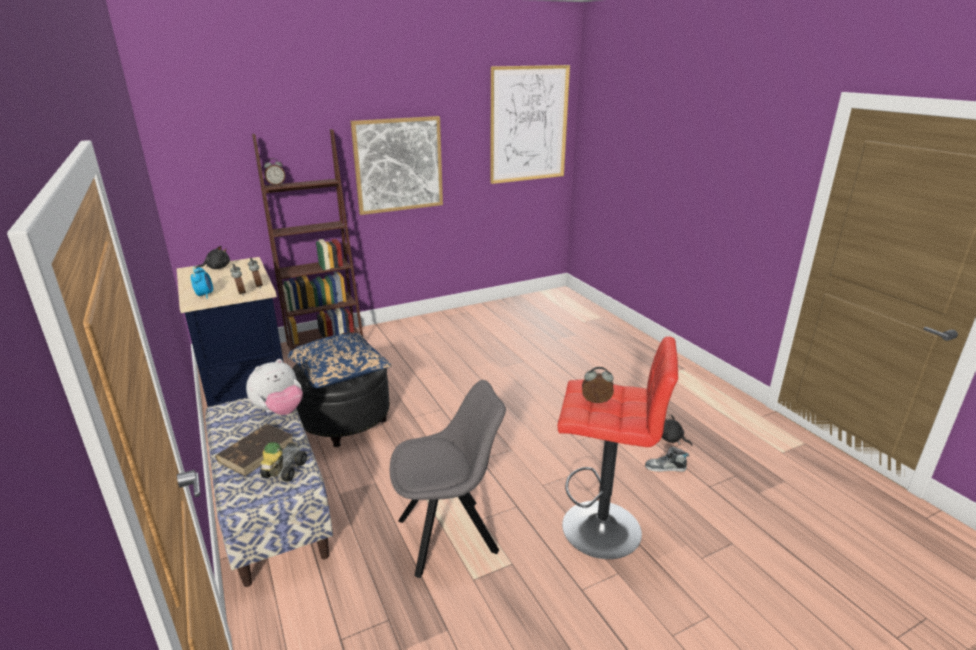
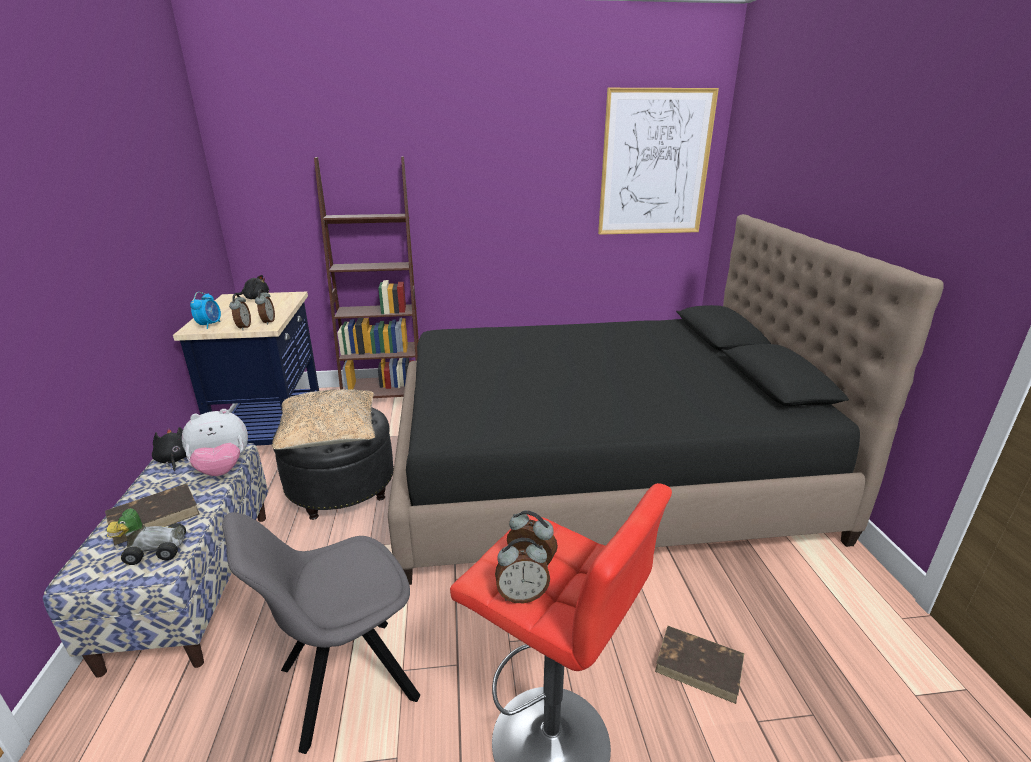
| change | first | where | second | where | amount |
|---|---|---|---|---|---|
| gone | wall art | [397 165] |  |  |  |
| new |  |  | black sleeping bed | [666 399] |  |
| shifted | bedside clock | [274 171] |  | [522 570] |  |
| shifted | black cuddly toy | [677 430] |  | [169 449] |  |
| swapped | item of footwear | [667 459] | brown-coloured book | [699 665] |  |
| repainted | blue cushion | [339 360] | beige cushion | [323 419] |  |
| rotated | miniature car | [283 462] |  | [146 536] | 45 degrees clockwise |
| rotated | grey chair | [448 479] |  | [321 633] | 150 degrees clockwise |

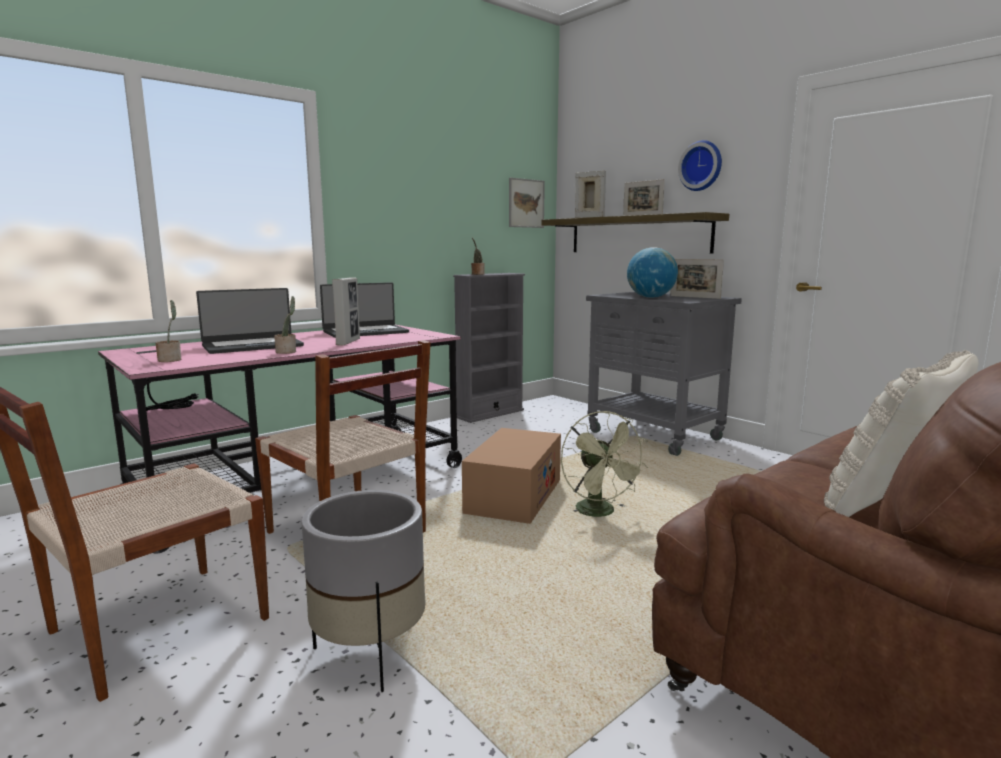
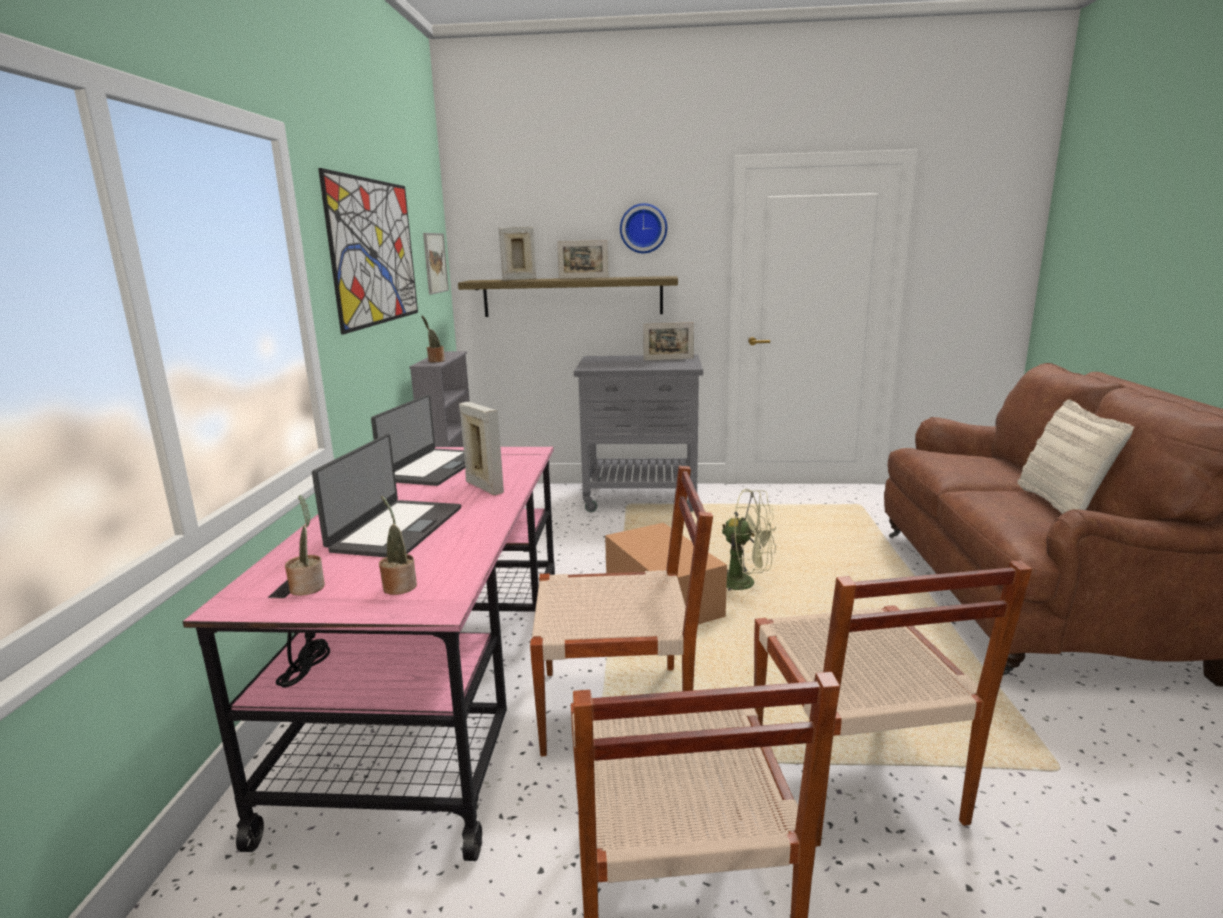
| change | first | where | second | where | amount |
|---|---|---|---|---|---|
| gone | globe | [652 272] |  |  |  |
| new |  |  | wall art | [368 251] |  |
| shifted | plant in a pot | [285 325] |  | [305 545] |  |
| swapped | grey planter | [363 591] | chair | [893 704] |  |

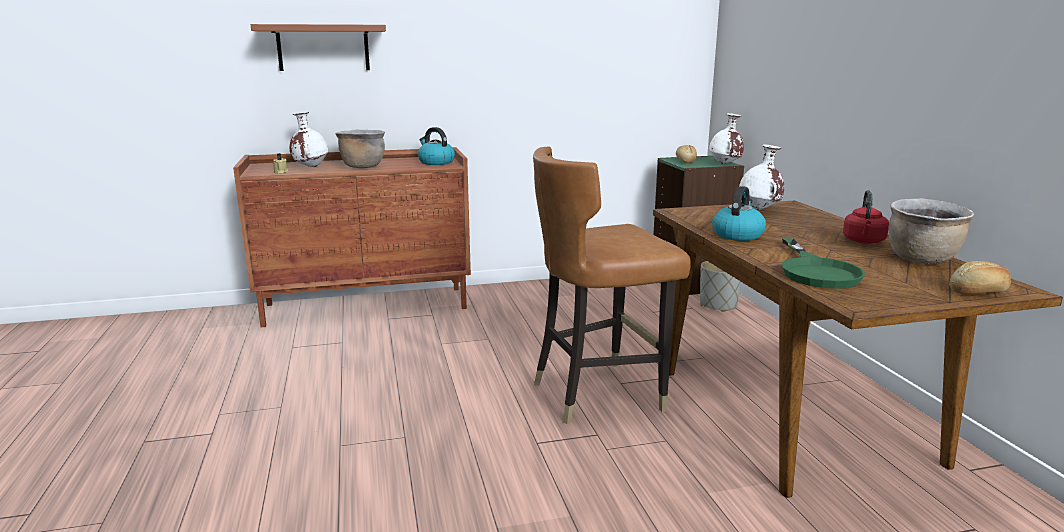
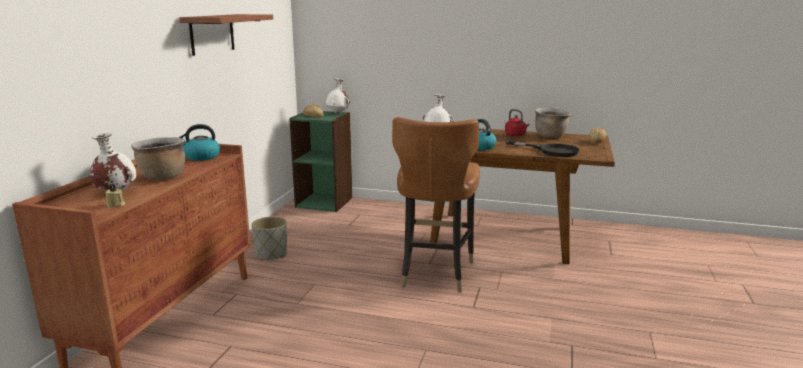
| change | first | where | second | where | amount |
|---|---|---|---|---|---|
| shifted | brown-coloured bracket shelf | [318 47] |  | [226 35] |  |
| shifted | grey planter | [720 286] |  | [269 239] |  |
| repainted | green frying pan | [823 263] | black frying pan | [543 149] |  |

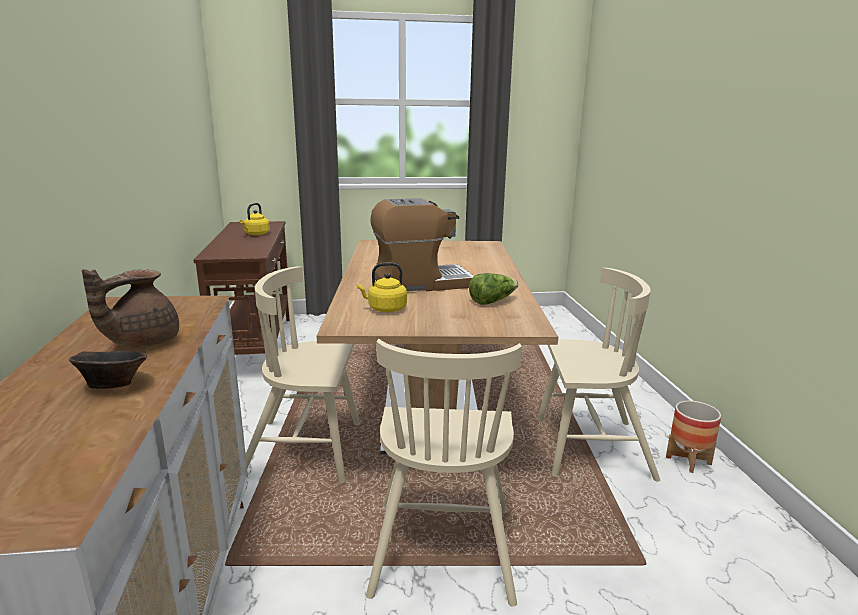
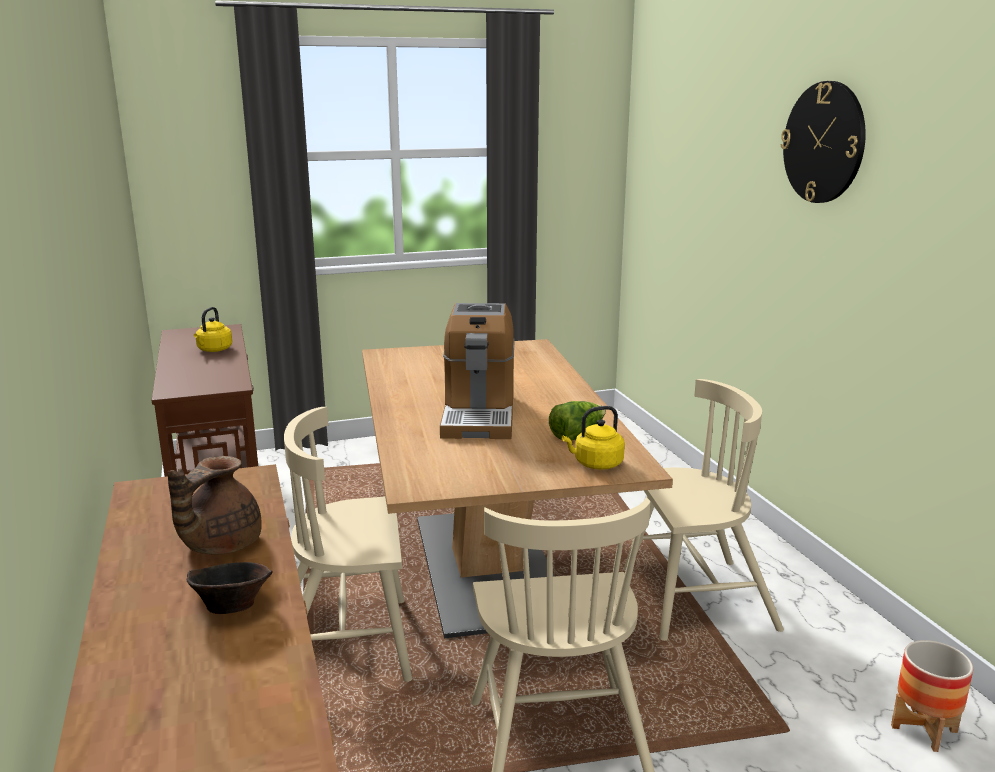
| change | first | where | second | where | amount |
|---|---|---|---|---|---|
| new |  |  | hanging clock | [823 142] |  |
| shifted | yellowish kettle | [382 287] |  | [593 438] |  |
| shifted | planter | [693 437] |  | [932 696] |  |
| rotated | coffee maker | [422 244] |  | [477 371] | 120 degrees clockwise |

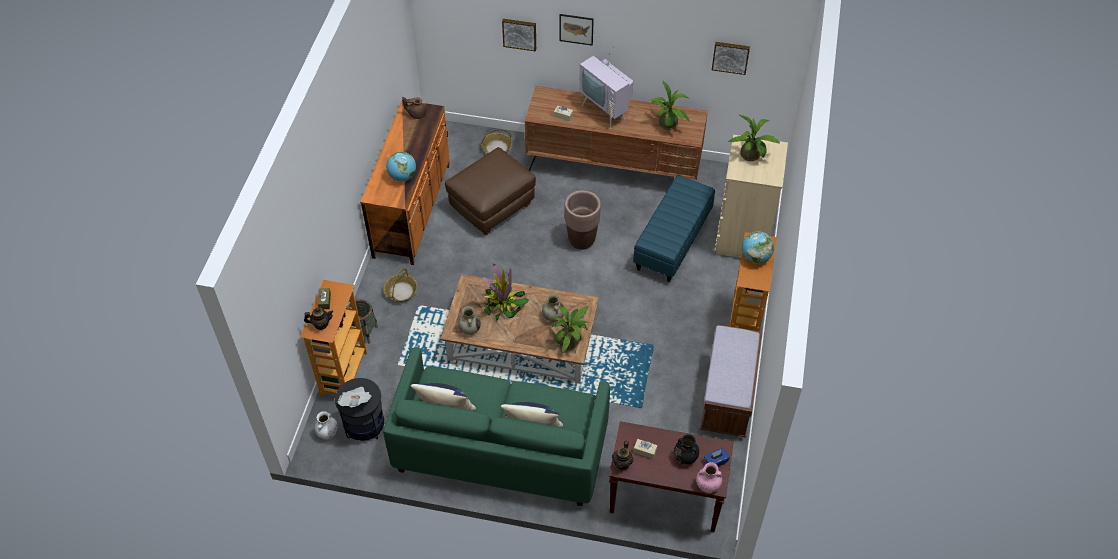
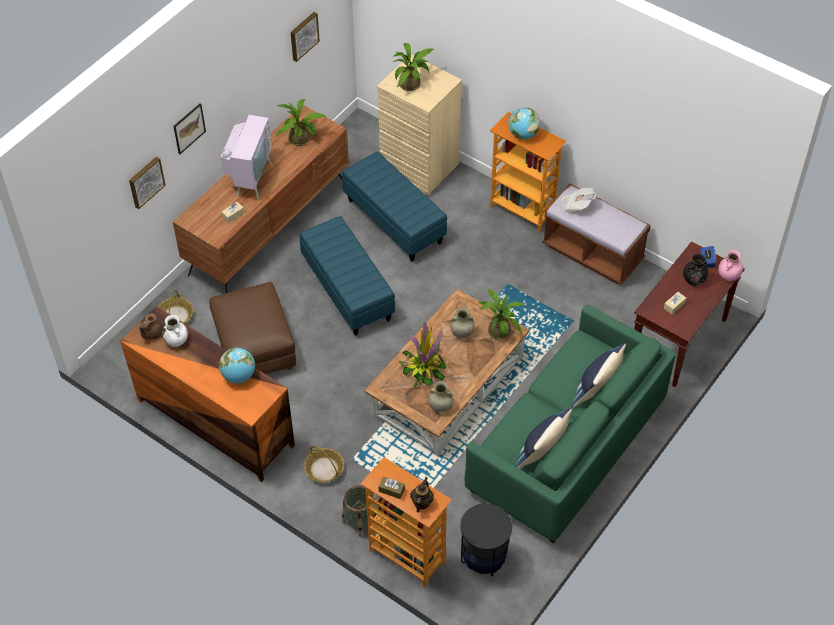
| change | first | where | second | where | amount |
|---|---|---|---|---|---|
| gone | pot for tea | [622 455] |  |  |  |
| shifted | whitish decorative vase | [326 425] |  | [175 331] |  |
| shifted | printed paper | [355 397] |  | [579 199] |  |
| swapped | brown-coloured planter | [583 219] | blue ottoman | [347 276] |  |
| rotated | TV set | [606 84] |  | [246 157] | 60 degrees counterclockwise |

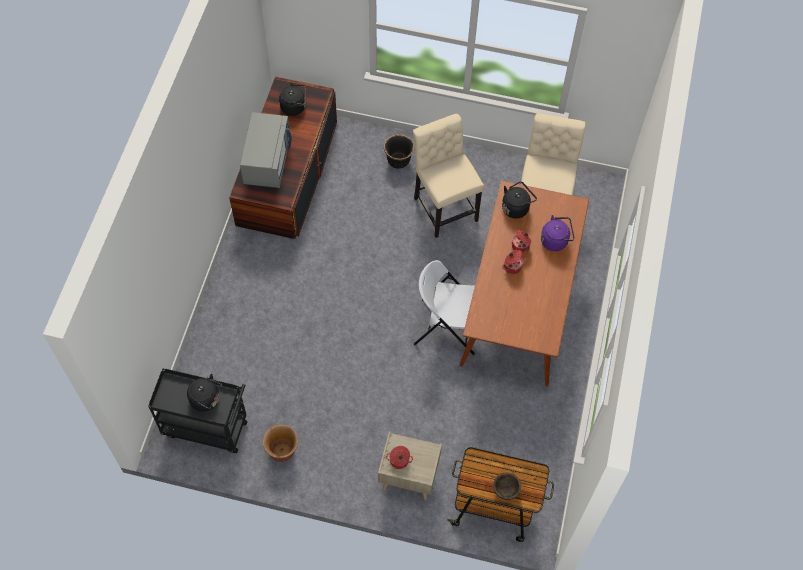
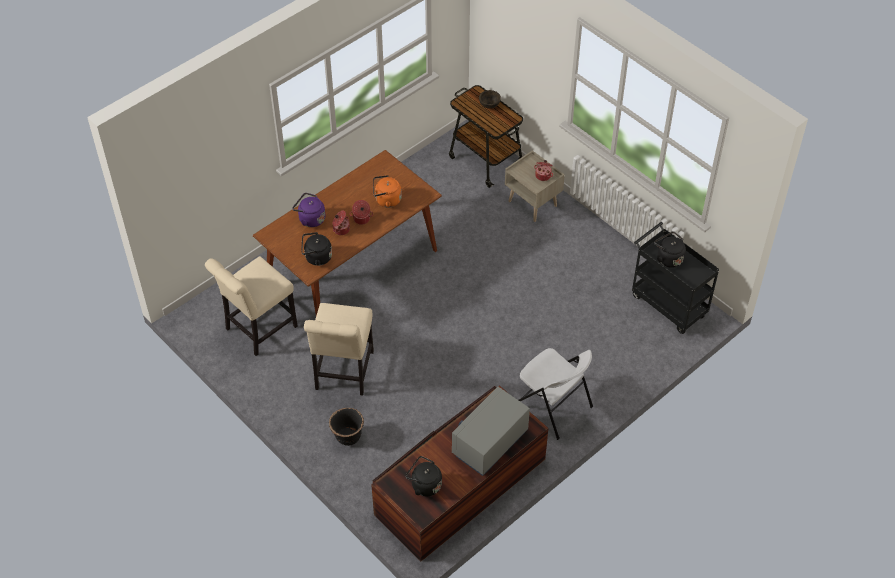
| change | first | where | second | where | amount |
|---|---|---|---|---|---|
| gone | brown-coloured planter | [280 443] |  |  |  |
| new |  |  | orange-coloured kettle | [387 191] |  |
| shifted | whitish chair | [444 307] |  | [556 394] |  |

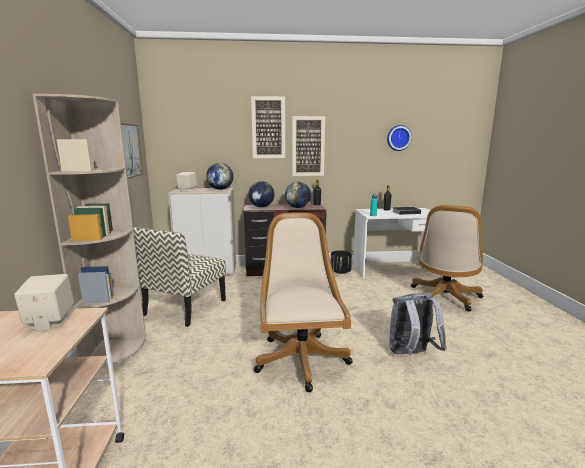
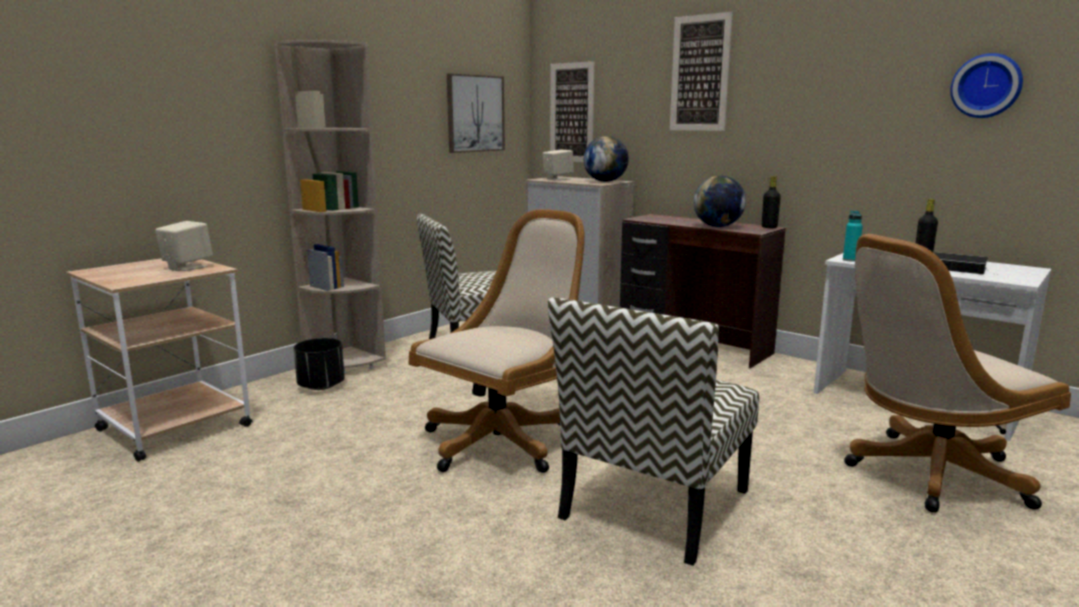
| change | first | where | second | where | amount |
|---|---|---|---|---|---|
| gone | globe | [261 194] |  |  |  |
| shifted | wall art | [308 146] |  | [572 111] |  |
| shifted | black planter | [341 262] |  | [319 364] |  |
| swapped | grey rucksack | [418 324] | chair | [653 432] |  |

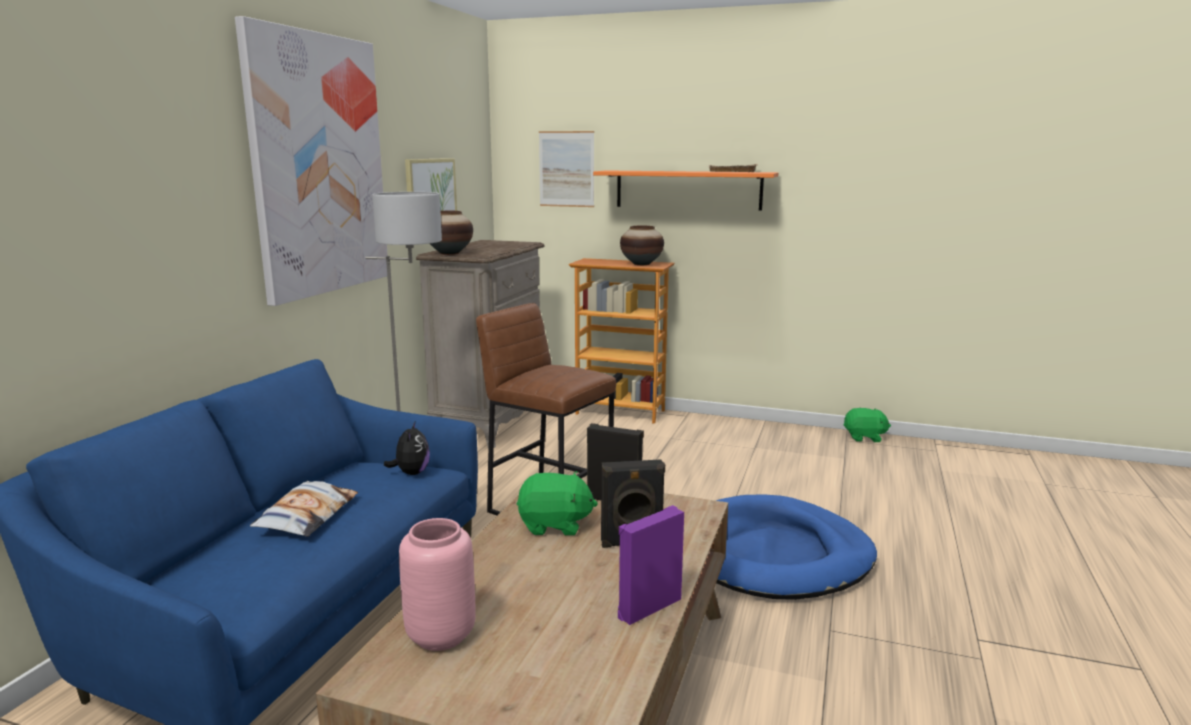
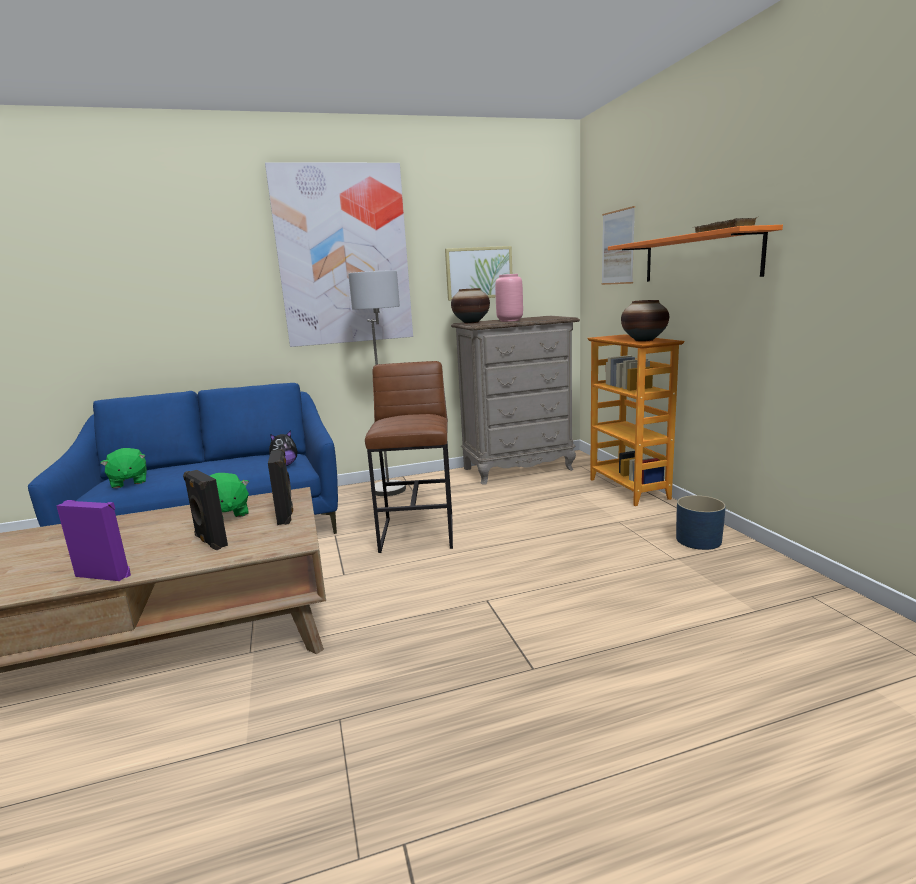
| change | first | where | second | where | amount |
|---|---|---|---|---|---|
| gone | cushion | [304 509] |  |  |  |
| gone | blue dog cushion | [796 547] |  |  |  |
| new |  |  | blue planter | [701 522] |  |
| shifted | pink-coloured decorative vase | [437 584] |  | [509 298] |  |
| shifted | green cuddly toy | [867 425] |  | [123 468] |  |

